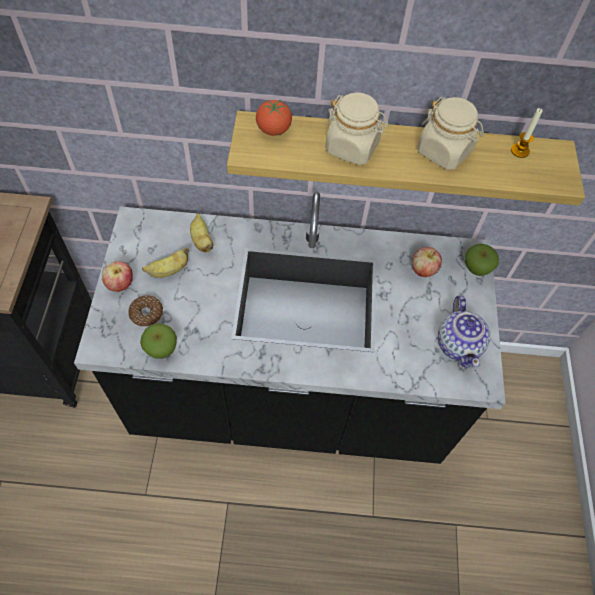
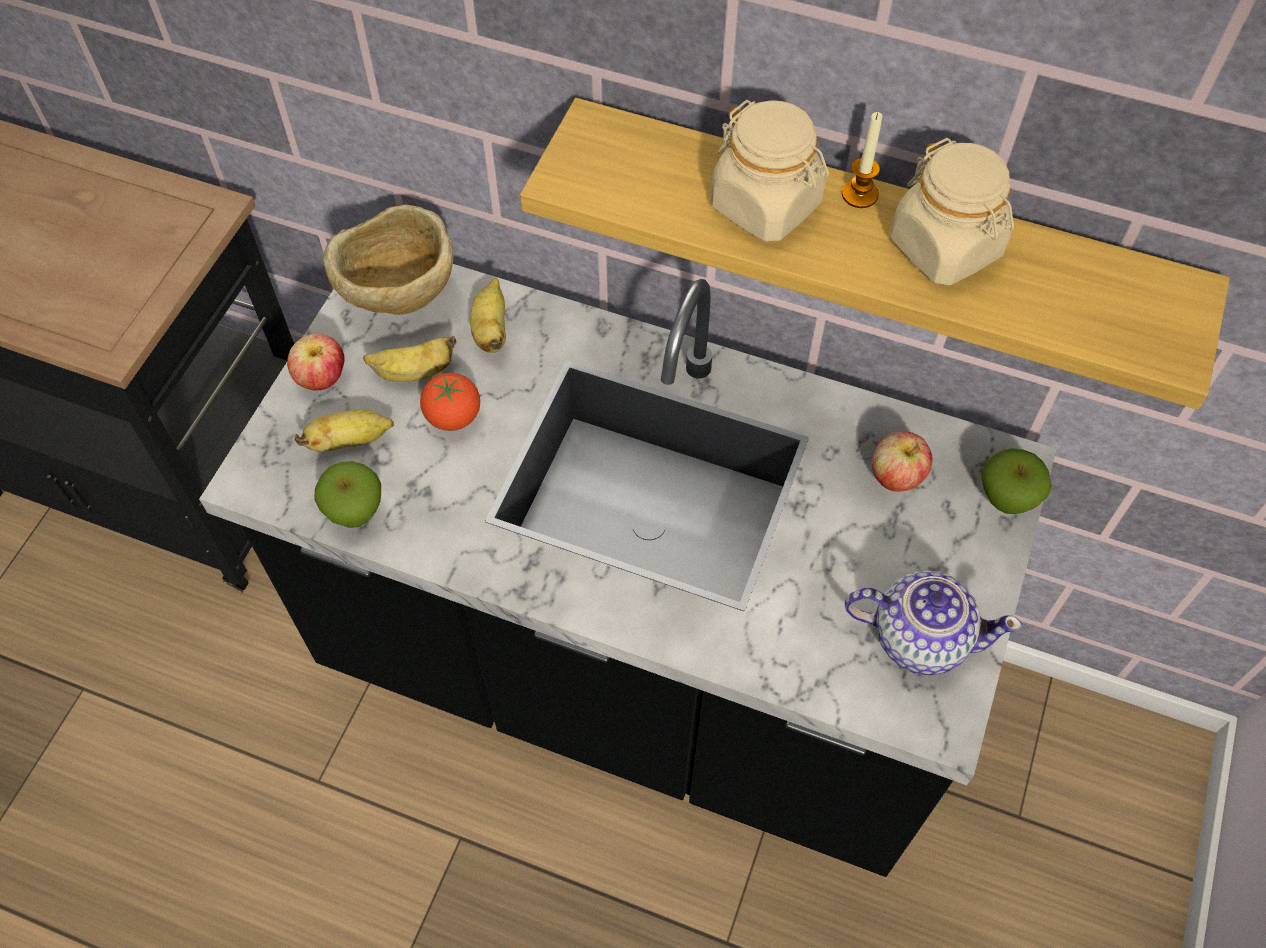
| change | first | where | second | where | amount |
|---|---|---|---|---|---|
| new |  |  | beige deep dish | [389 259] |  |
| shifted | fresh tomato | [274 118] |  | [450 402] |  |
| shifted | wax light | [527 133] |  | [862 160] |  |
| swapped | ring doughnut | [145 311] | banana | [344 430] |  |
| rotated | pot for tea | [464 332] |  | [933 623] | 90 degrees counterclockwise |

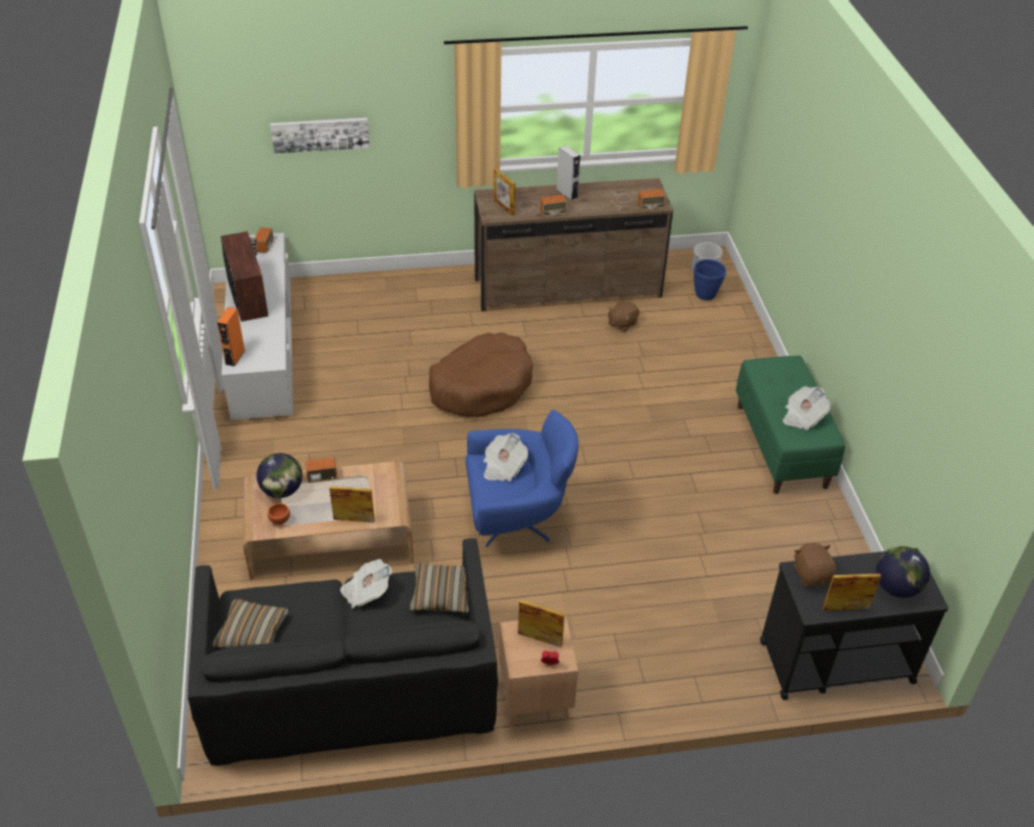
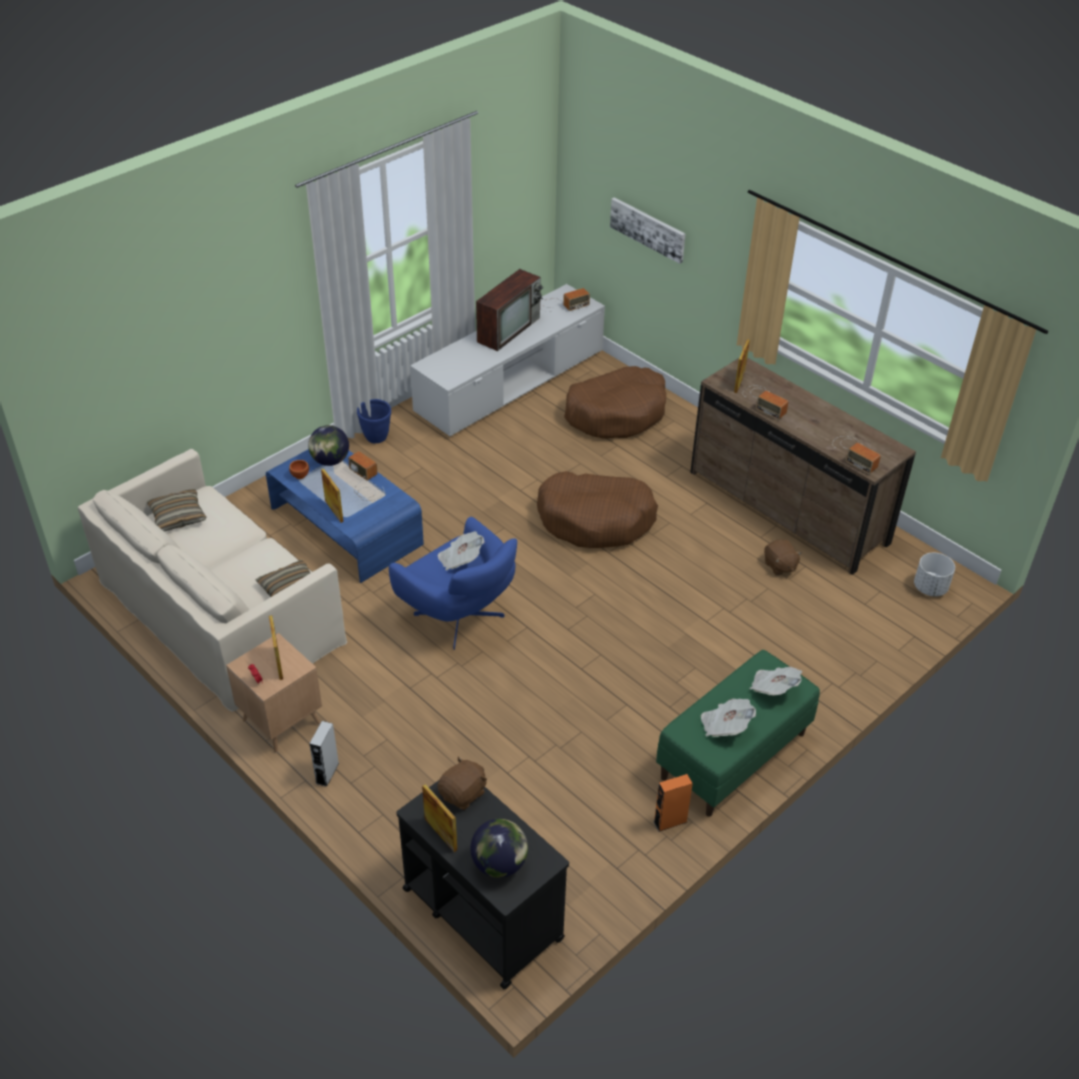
| change | first | where | second | where | amount |
|---|---|---|---|---|---|
| new |  |  | brown-coloured dog cushion | [615 402] |  |
| shifted | orange-coloured audio speaker | [231 337] |  | [673 803] |  |
| shifted | printed paper | [366 583] |  | [776 681] |  |
| shifted | grey audio speaker | [568 173] |  | [324 754] |  |
| shifted | blue planter | [710 279] |  | [374 421] |  |
| repainted | black settee | [343 652] | beige settee | [212 580] |  |
| repainted | brown-coloured lounge table | [328 520] | blue lounge table | [345 516] |  |
| rotated | brown-coloured cuddly toy | [623 316] |  | [783 557] | 120 degrees counterclockwise |

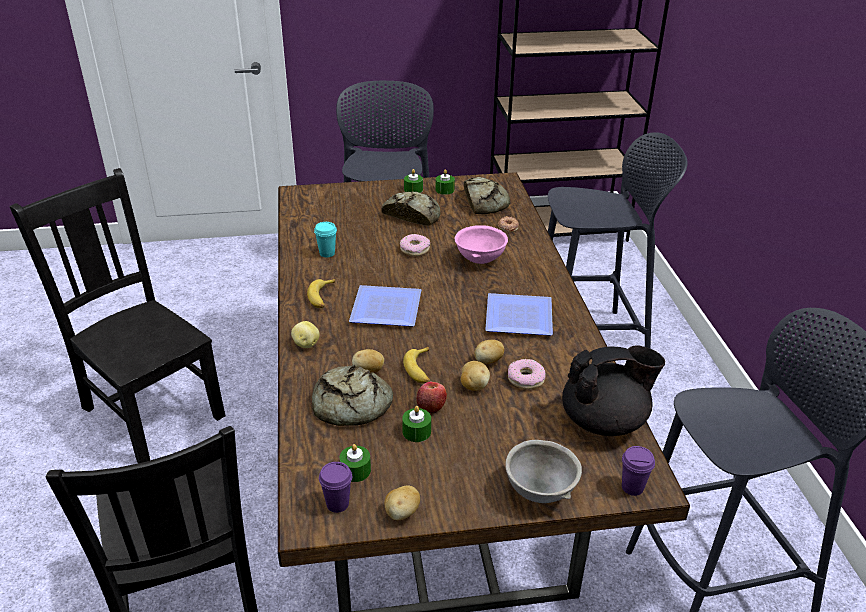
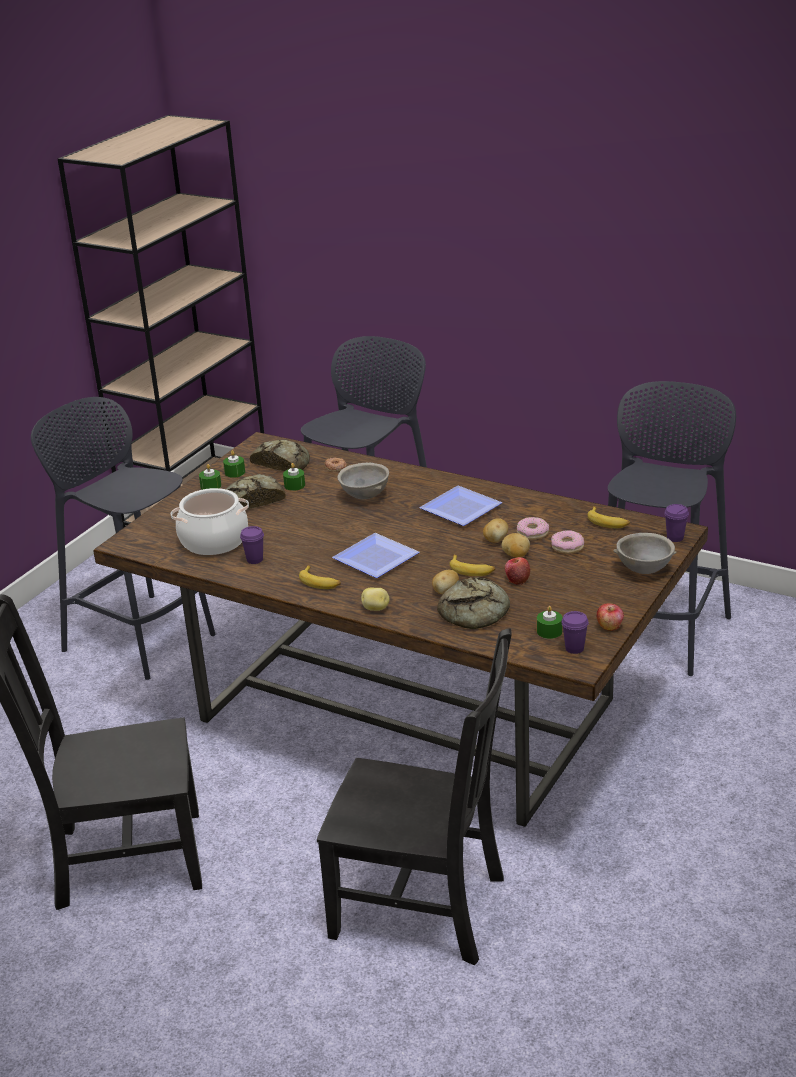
| change | first | where | second | where | amount |
|---|---|---|---|---|---|
| new |  |  | saucepot | [210 521] |  |
| shifted | ring doughnut | [415 245] |  | [567 542] |  |
| shifted | green wax light | [416 424] |  | [294 477] |  |
| swapped | potato | [402 503] | whole apple | [610 617] |  |
| swapped | black pot for tea | [613 390] | banana | [608 517] |  |
| repainted | turquoise-coloured cup | [325 239] | purple-coloured cup | [252 545] |  |
| repainted | pink-coloured deep dish | [481 244] | grey deep dish | [363 481] |  |

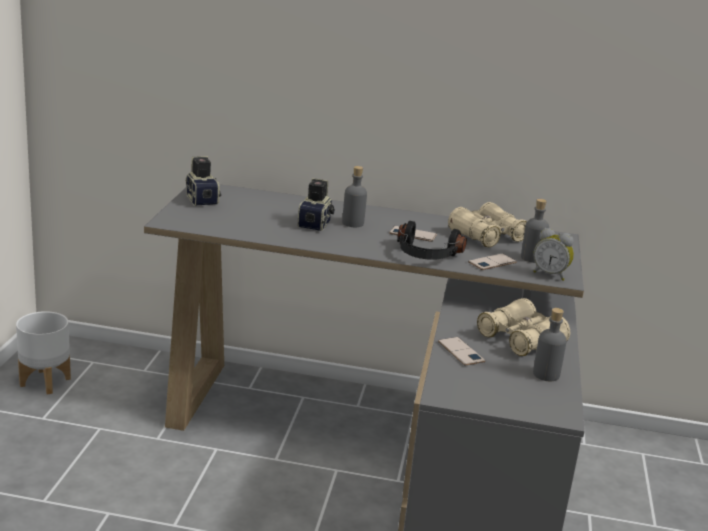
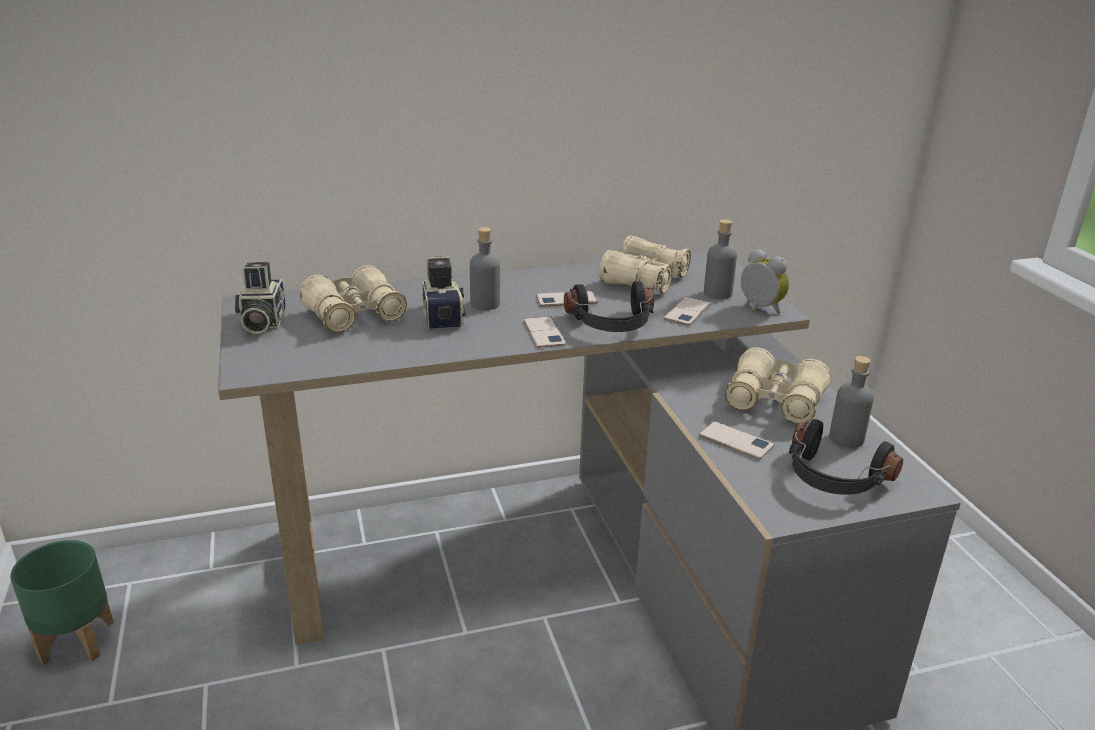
| change | first | where | second | where | amount |
|---|---|---|---|---|---|
| new |  |  | beige pair of binoculars | [353 299] |  |
| new |  |  | phone | [545 332] |  |
| new |  |  | black pair of headphones | [846 457] |  |
| repainted | whitish planter | [43 353] | green planter | [62 602] |  |
| rotated | still camera | [203 181] |  | [260 298] | 135 degrees counterclockwise |
| rotated | bedside clock | [553 254] |  | [765 281] | 135 degrees counterclockwise |

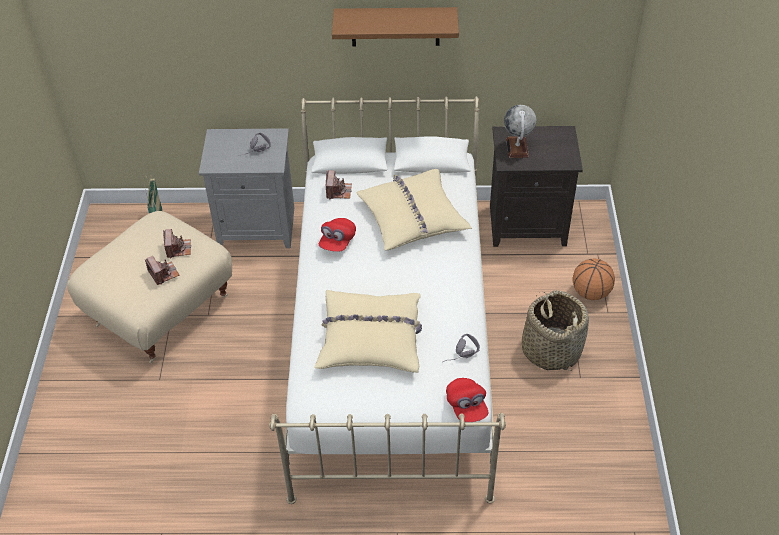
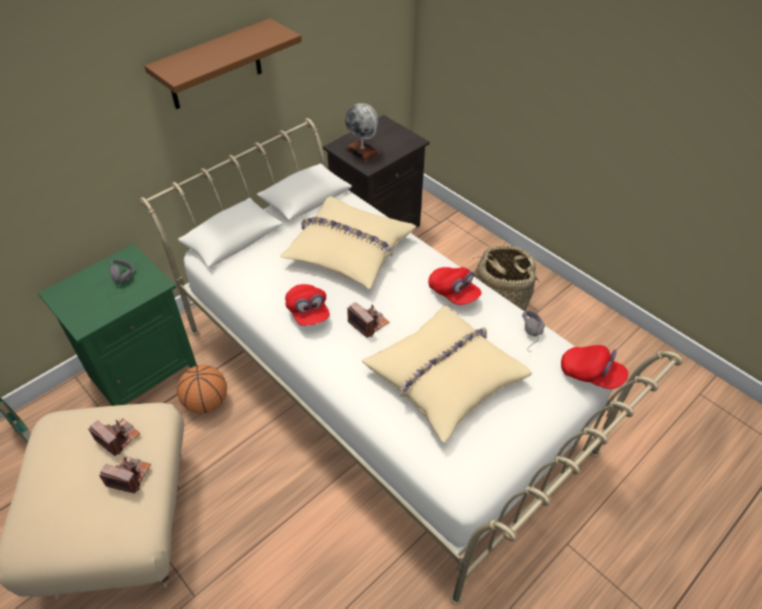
| change | first | where | second | where | amount |
|---|---|---|---|---|---|
| new |  |  | red cap | [454 286] |  |
| shifted | still camera | [339 184] |  | [368 320] |  |
| shifted | basketball | [593 279] |  | [202 389] |  |
| repainted | grey night table | [246 188] | green night table | [117 325] |  |

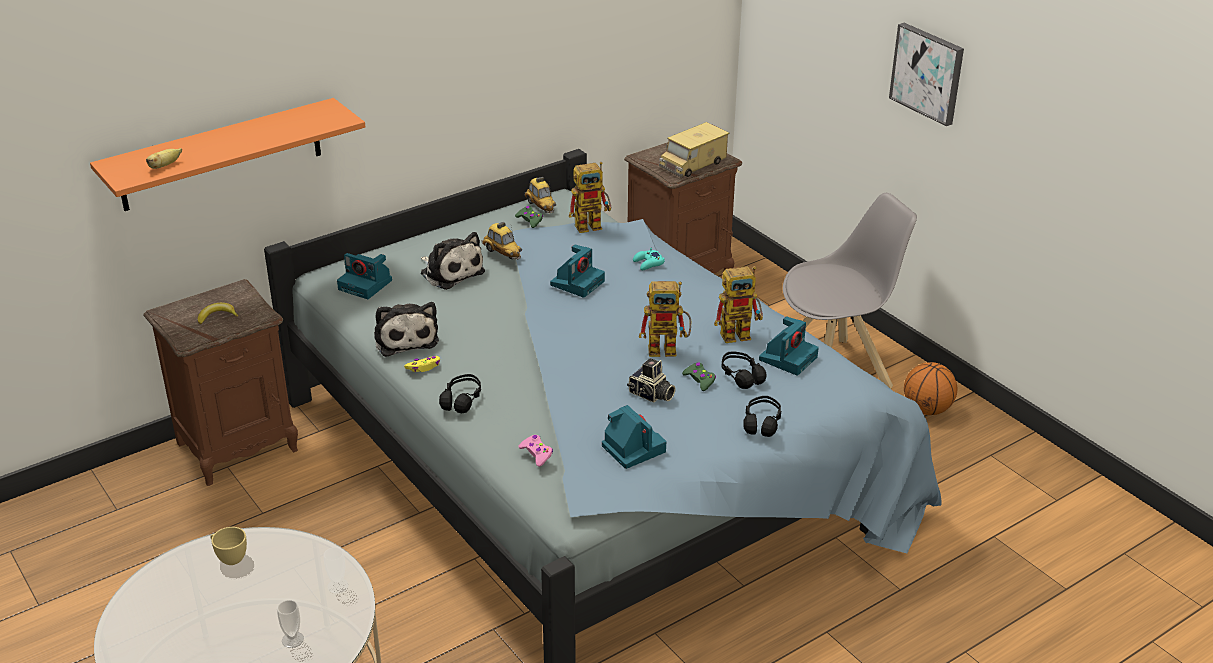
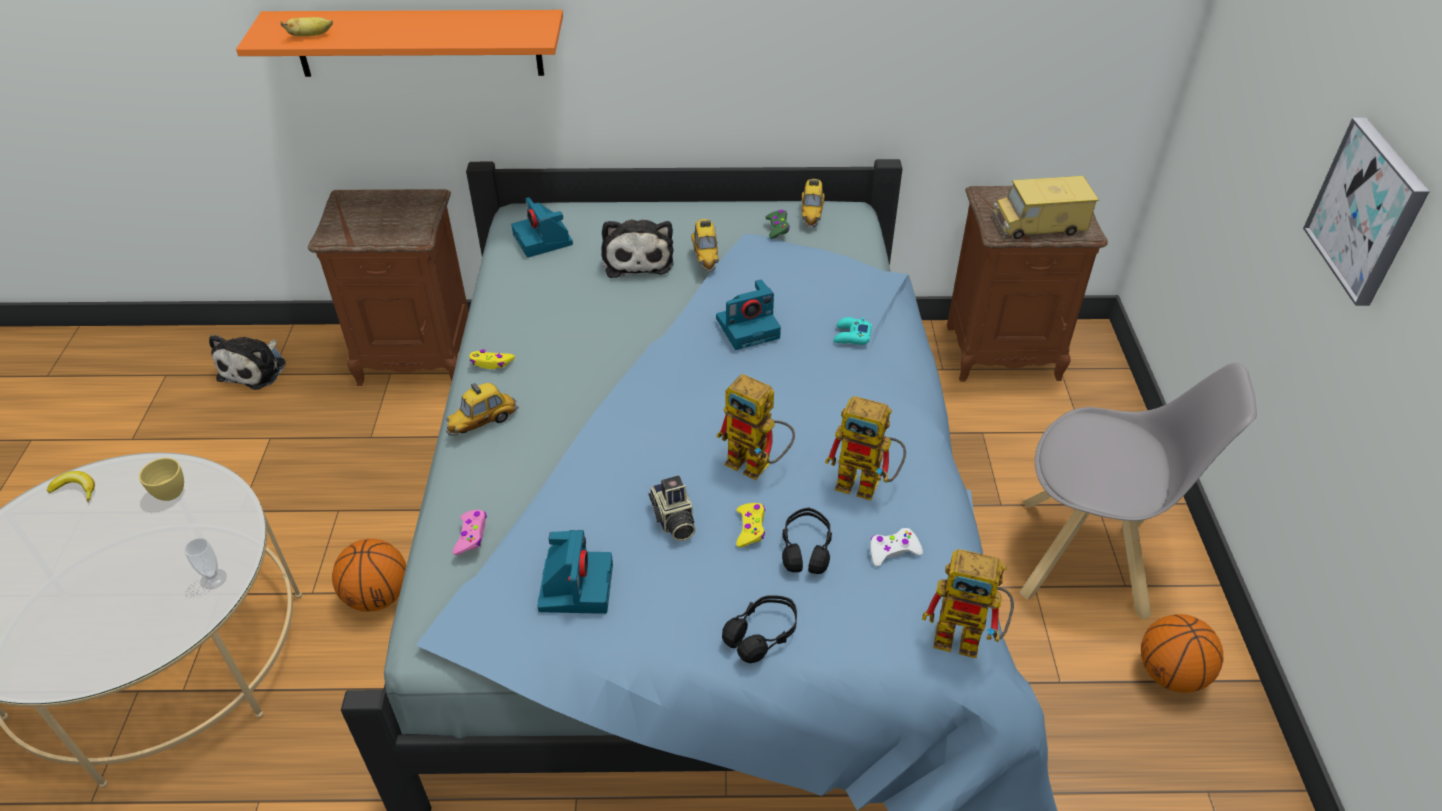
| change | first | where | second | where | amount |
|---|---|---|---|---|---|
| gone | cup | [290 624] |  |  |  |
| new |  |  | basketball | [369 575] |  |
| shifted | banana | [218 313] |  | [71 486] |  |
| shifted | cuddly toy | [406 329] |  | [247 362] |  |
| shifted | robot figure | [590 197] |  | [968 603] |  |
| swapped | black pair of headphones | [460 393] | miniature car | [482 409] |  |
| swapped | still camera | [789 346] | whitish gamepad | [896 547] |  |
| repainted | green gamepad | [699 376] | yellowish gamepad | [750 525] |  |

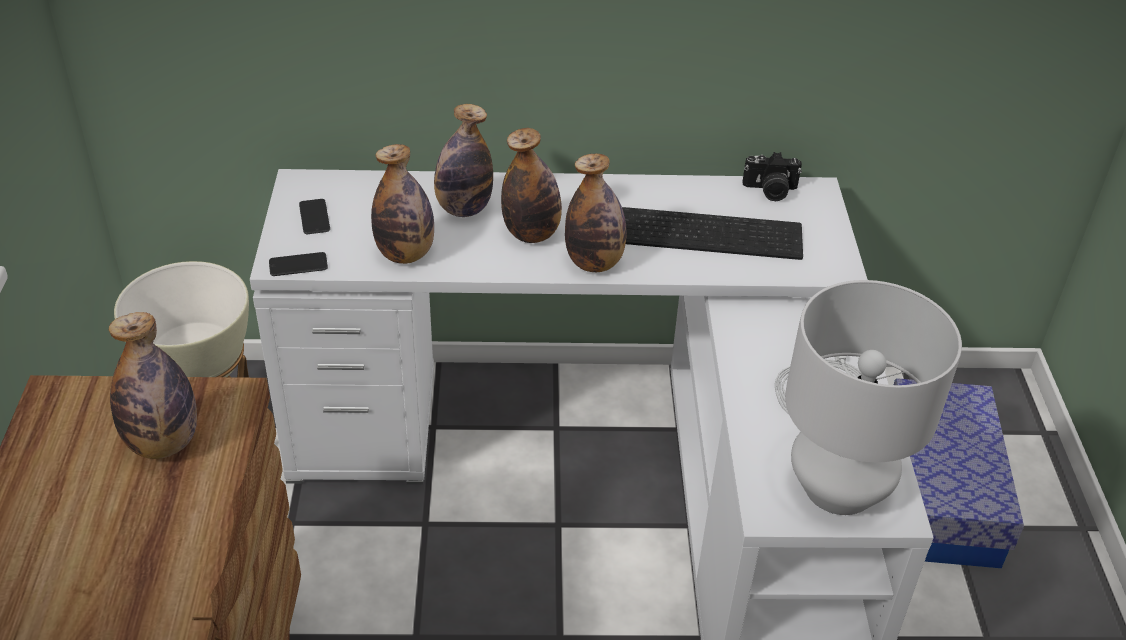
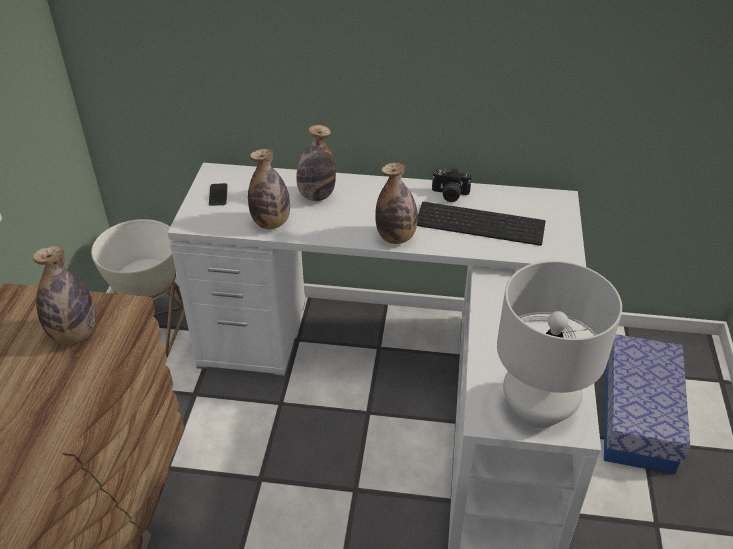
| change | first | where | second | where | amount |
|---|---|---|---|---|---|
| gone | phone | [298 264] |  |  |  |
| gone | drink bottle | [531 185] |  |  |  |
| shifted | still camera | [772 176] |  | [451 185] |  |

